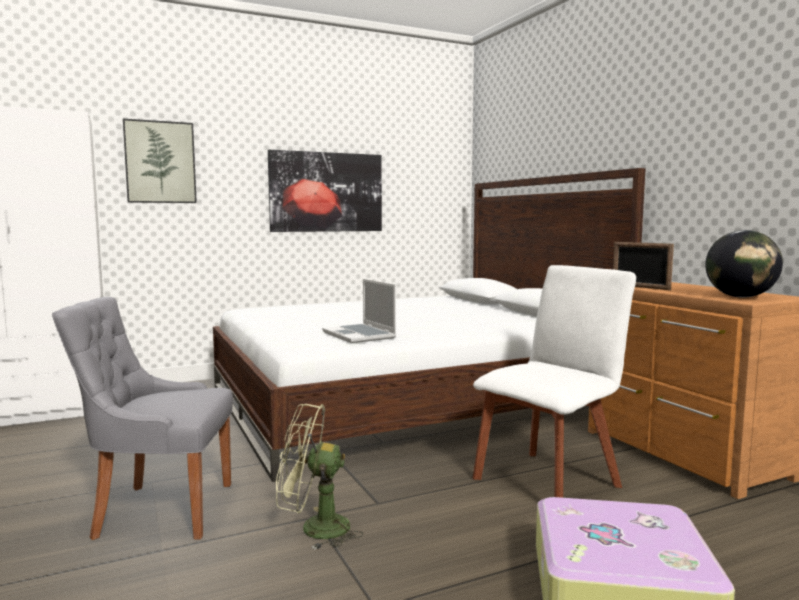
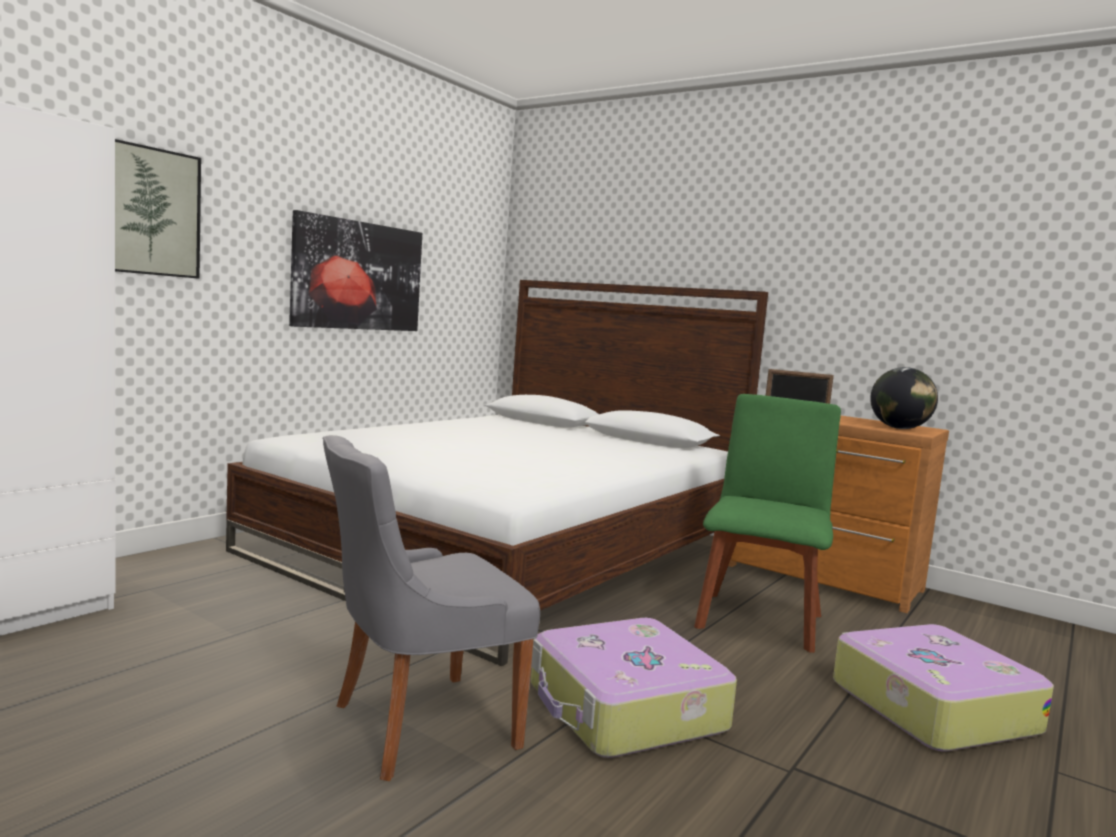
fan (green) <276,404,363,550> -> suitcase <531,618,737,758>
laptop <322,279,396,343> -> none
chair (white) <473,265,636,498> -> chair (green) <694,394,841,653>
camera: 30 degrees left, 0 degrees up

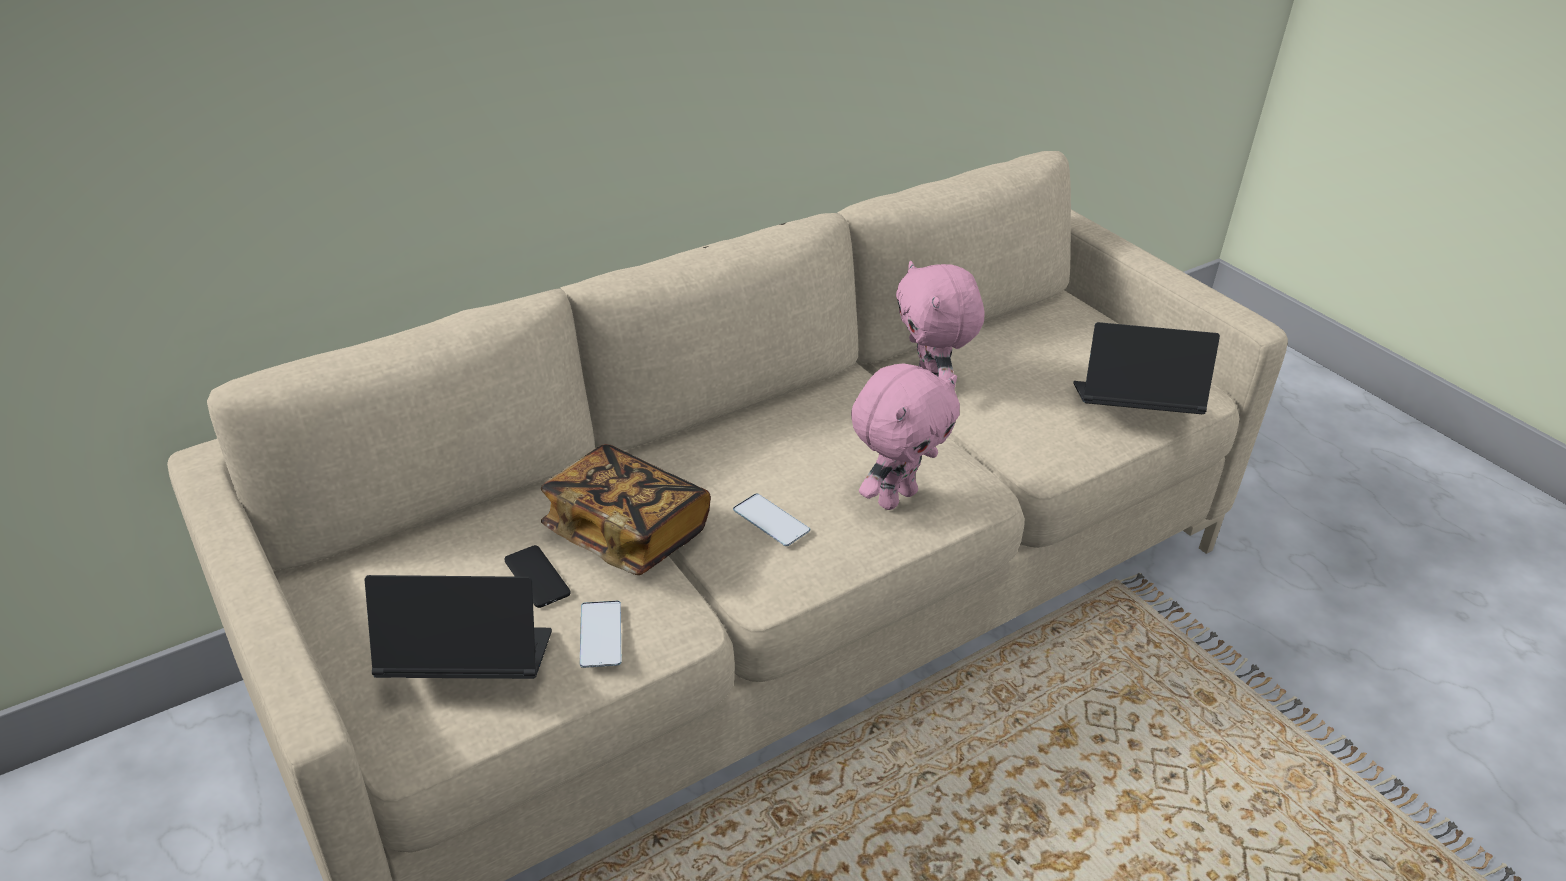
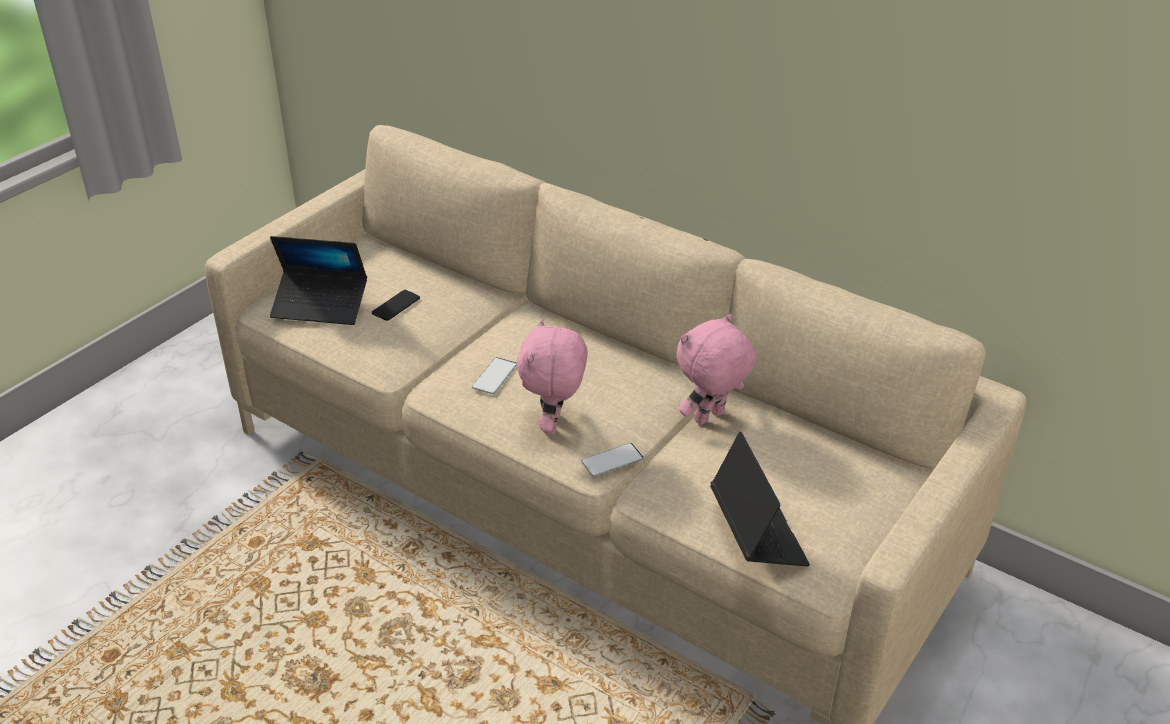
laptop <365,575,552,679> -> laptop <270,236,367,325>, 120 degrees clockwise
book <541,444,711,575> -> none
phone <580,601,621,668> -> phone <581,443,644,477>, move
plush toy (pink) <851,364,960,510> -> plush toy (pink) <517,318,588,435>, 75 degrees clockwise
camera: 70 degrees right, 0 degrees up

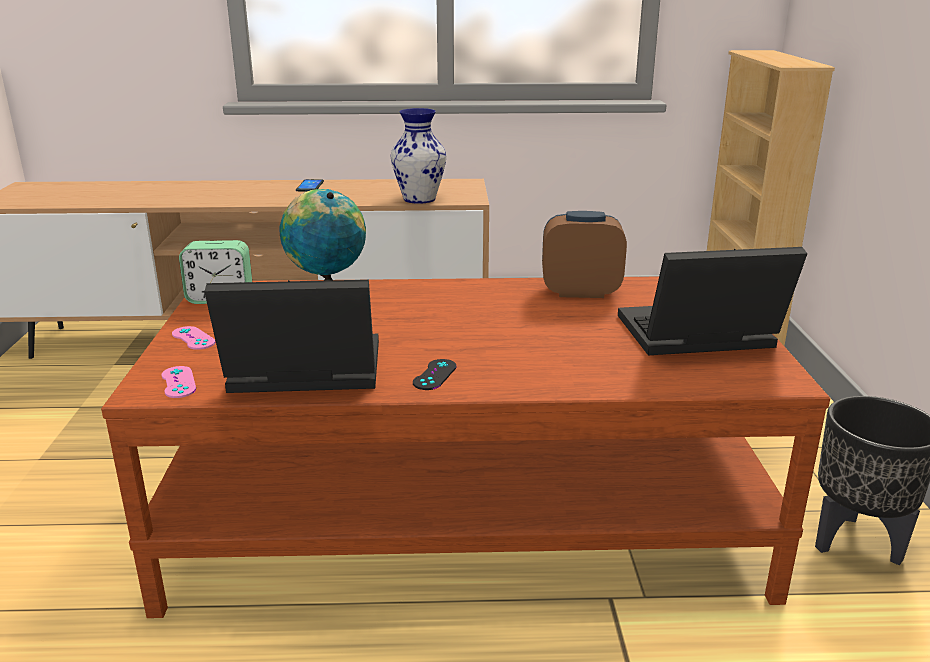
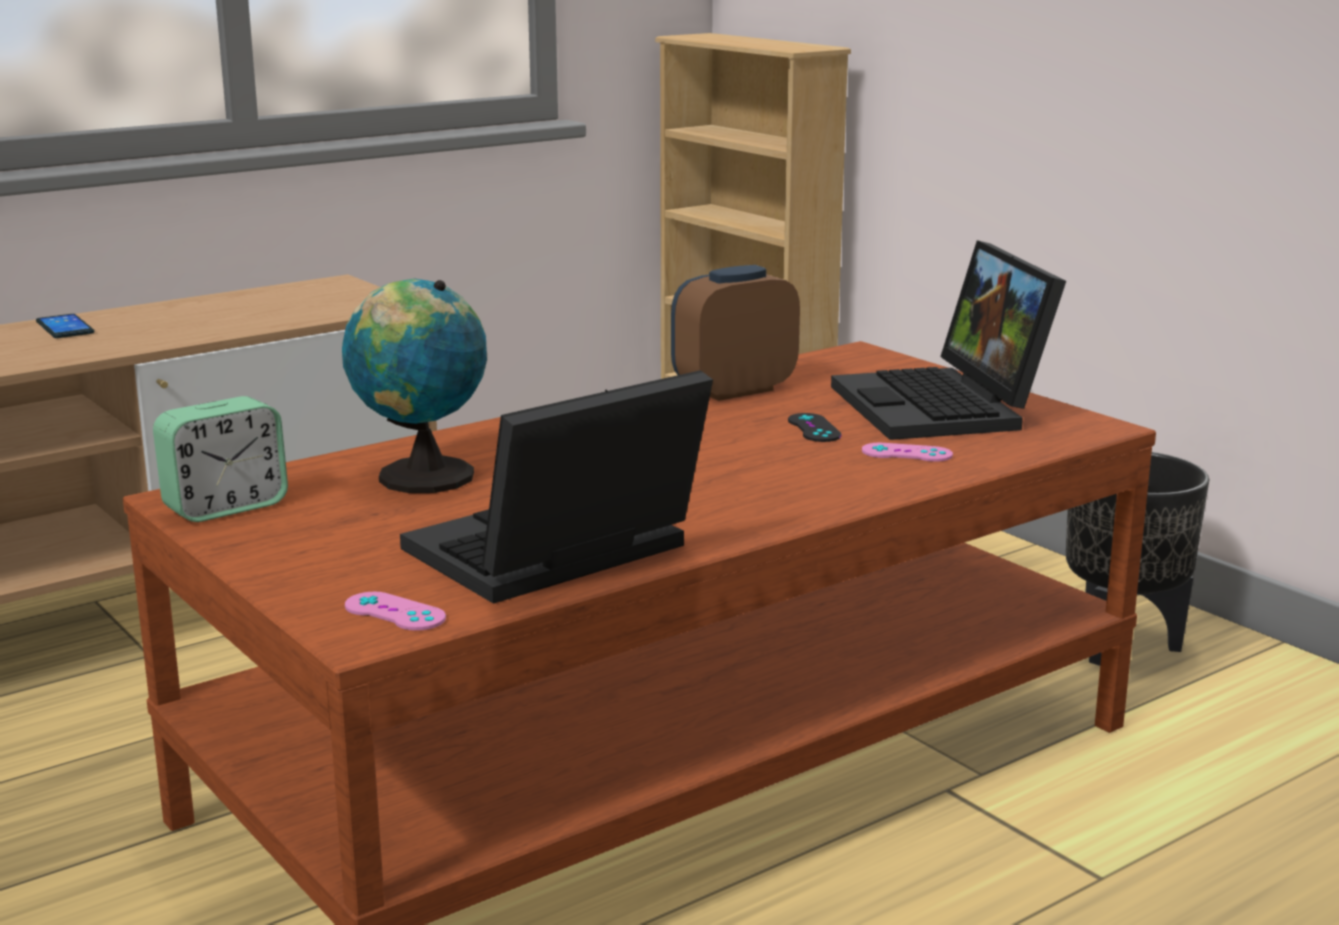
game controller (pink) <172,326,215,350> -> game controller (pink) <862,443,953,462>, move
vase <391,108,447,204> -> none
game controller (black) <413,359,457,390> -> game controller (black) <788,413,841,442>, move
laptop <618,247,808,355> -> laptop <831,240,1066,440>, 60 degrees counterclockwise
camera: 35 degrees left, 5 degrees down

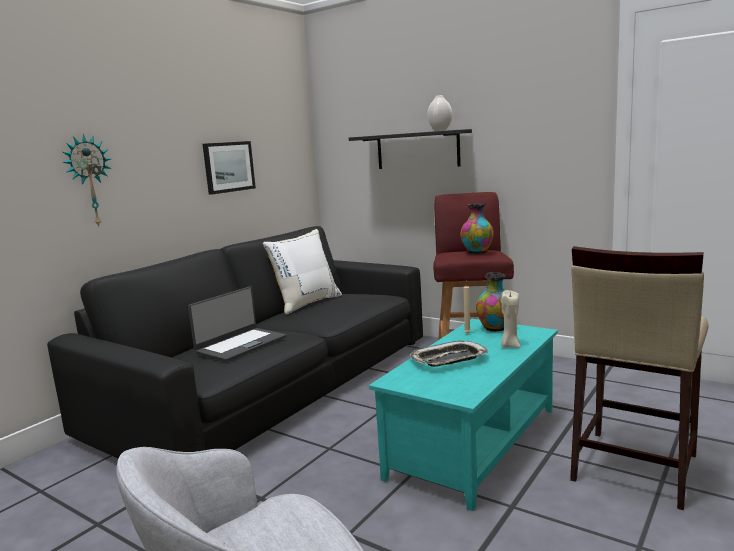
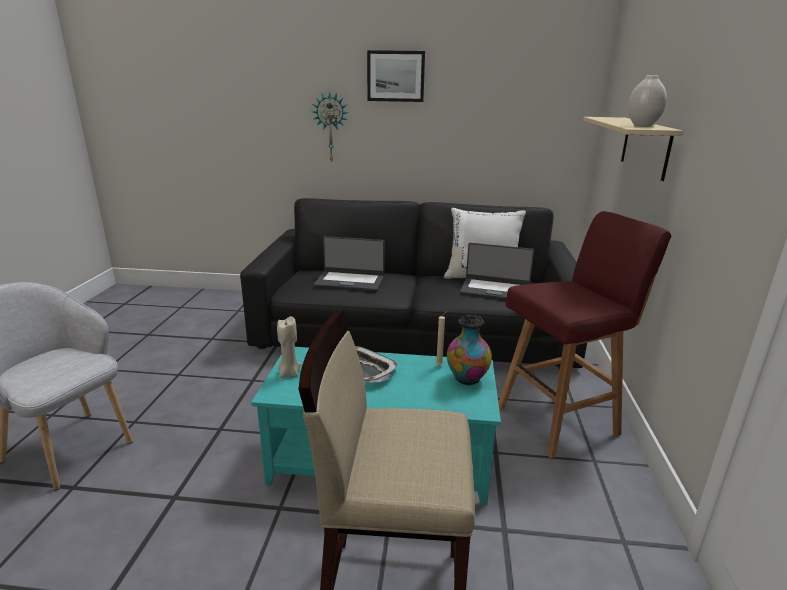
picture <202,141,256,195> -> picture <367,50,425,102>, move
shelf (black) <349,129,472,169> -> shelf (beige) <583,117,683,181>
vase <461,203,493,254> -> none
candle (beige) <501,290,520,348> -> candle (beige) <277,316,302,378>, move
none -> laptop <460,243,534,299>
camera: 60 degrees right, 10 degrees up

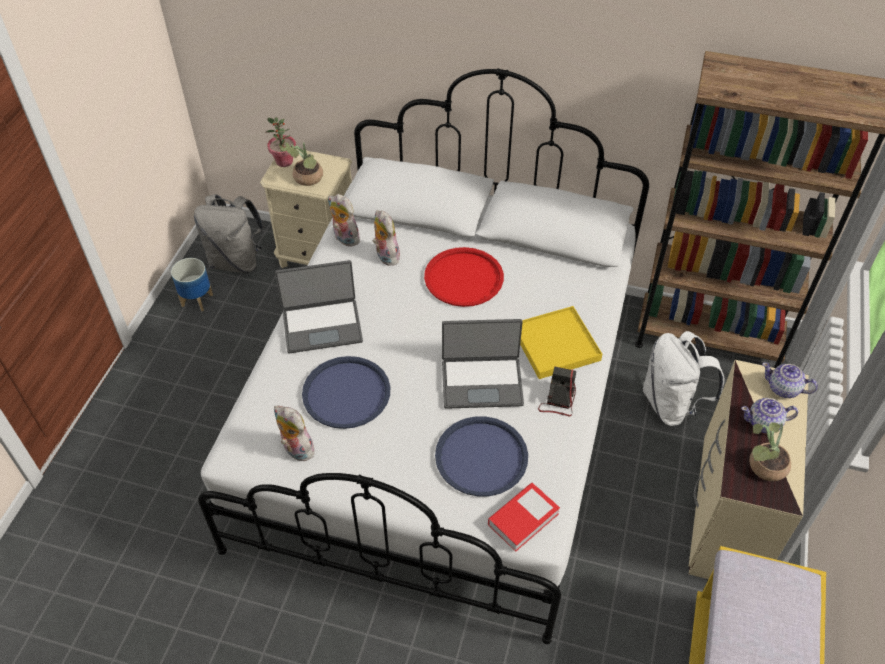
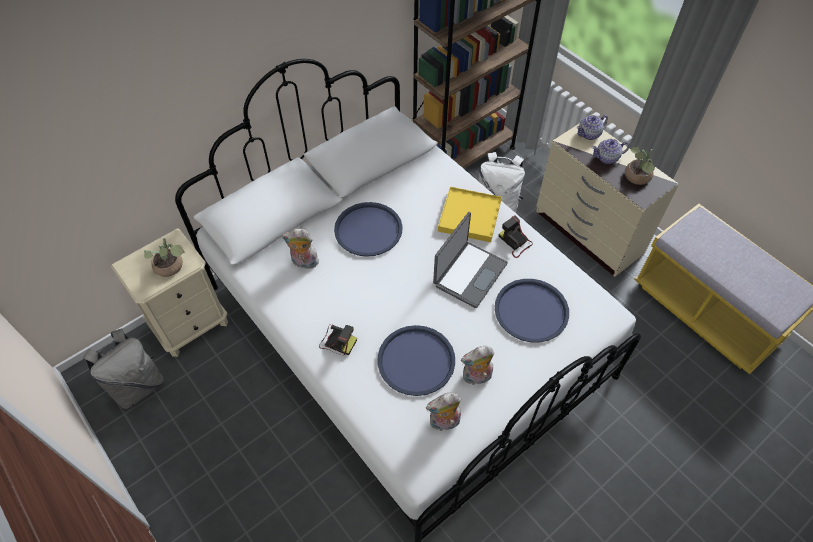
planter <171,258,213,311> -> none
potted plant <266,117,296,167> -> none
laptop <275,260,363,353> -> photo camera <319,324,357,355>
plush toy <328,194,360,247> -> plush toy <461,346,495,385>, move
tray (red) <424,247,504,307> -> tray (blue) <334,202,403,257>
book <488,483,560,552> -> none
teapot <741,398,798,433> -> teapot <592,139,630,164>, 45 degrees clockwise
camera: 55 degrees left, 5 degrees up

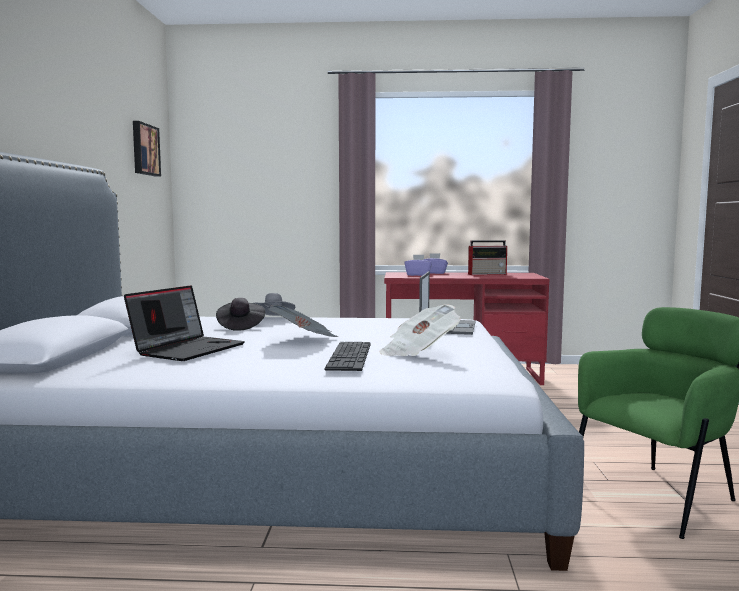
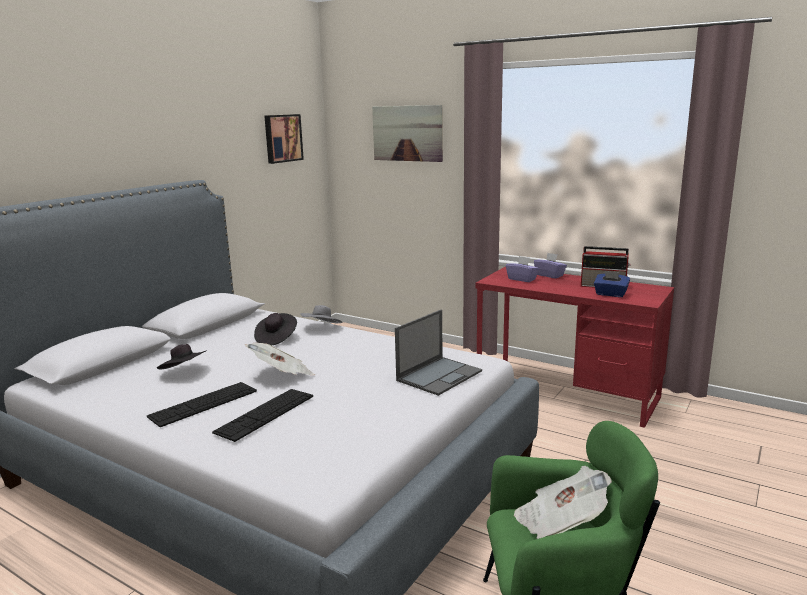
laptop <124,285,245,361> -> hat (black) <157,344,207,369>
newspaper <379,304,461,356> -> newspaper <514,466,612,539>, move
none -> keyboard <147,382,257,427>
none -> picture <372,105,443,162>
none -> tissue box (blue) <594,271,630,297>
camera: 30 degrees right, 10 degrees up

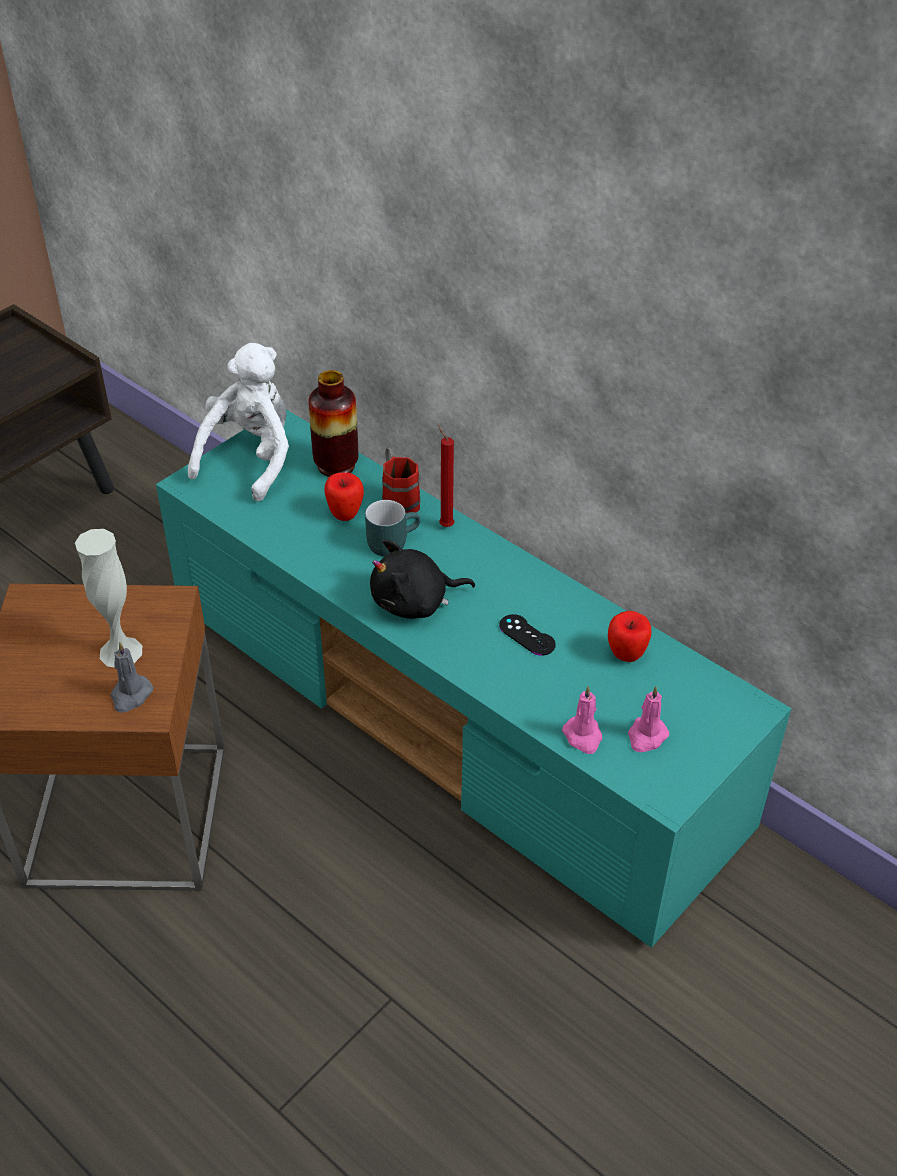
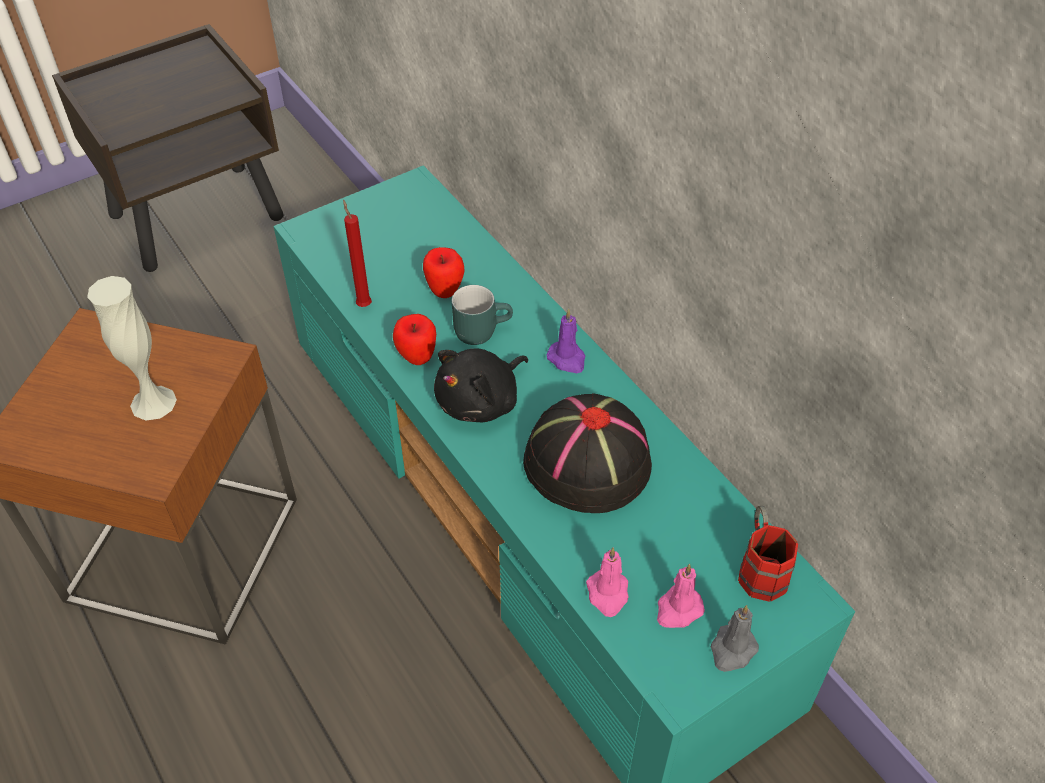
candle (grey) <111,642,153,713> -> candle (grey) <711,605,759,672>, move
plush toy (white) <188,343,289,502> -> none
vase <308,370,358,477> -> none
plush toy (black) <370,539,475,619> -> plush toy (black) <434,348,528,422>, 45 degrees counterclockwise
mug (red) <382,447,420,513> -> mug (red) <738,506,798,602>, move
candle (red) <438,425,454,527> -> candle (red) <343,200,372,307>, move
game controller (black) <499,614,556,656> -> hat (black) <523,393,652,513>
apple <608,611,651,662> -> apple <393,314,436,365>, move
none -> candle (purple) <547,309,586,373>
camera: 15 degrees right, 5 degrees up

